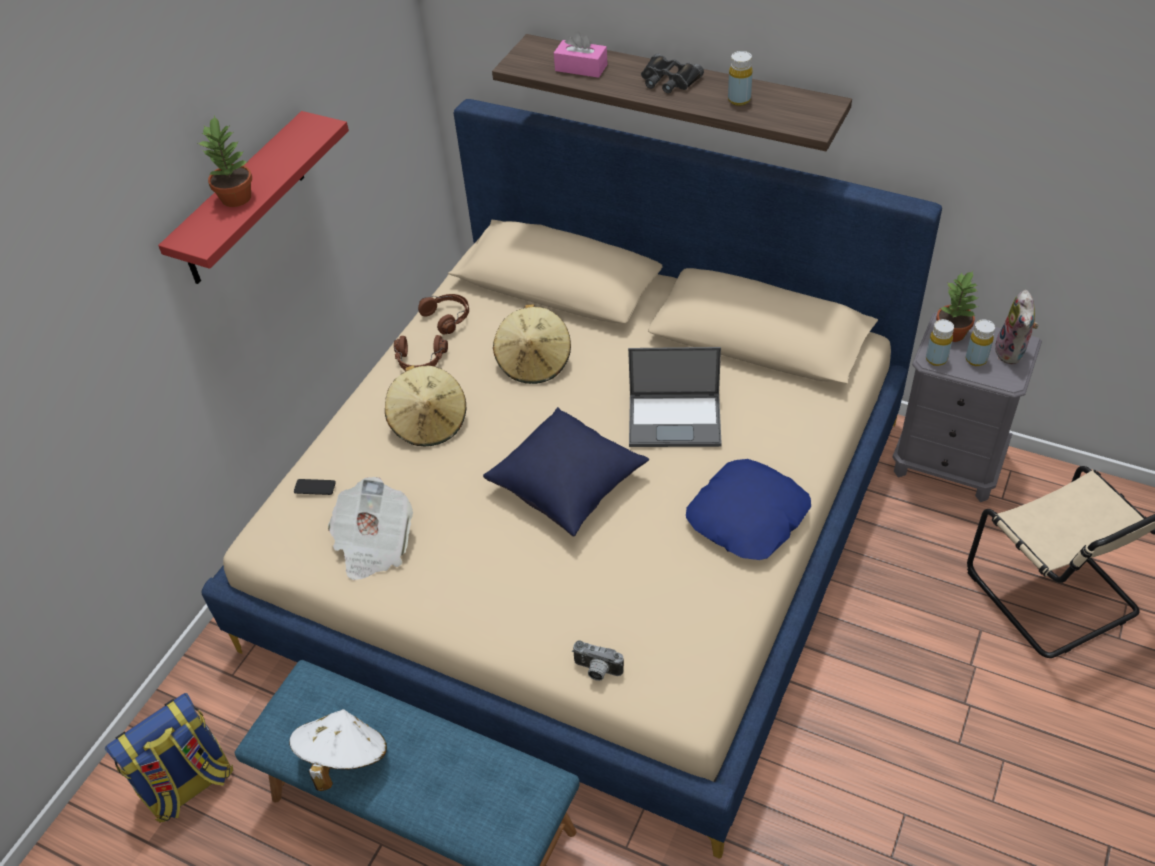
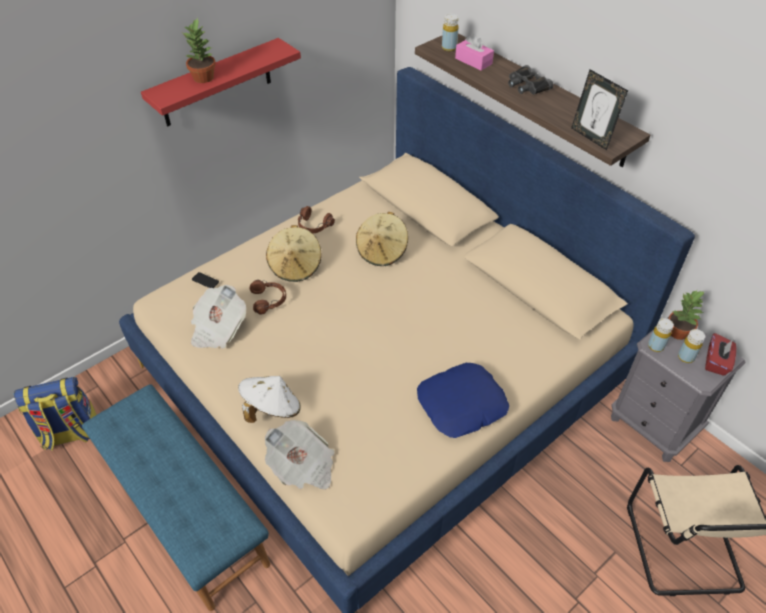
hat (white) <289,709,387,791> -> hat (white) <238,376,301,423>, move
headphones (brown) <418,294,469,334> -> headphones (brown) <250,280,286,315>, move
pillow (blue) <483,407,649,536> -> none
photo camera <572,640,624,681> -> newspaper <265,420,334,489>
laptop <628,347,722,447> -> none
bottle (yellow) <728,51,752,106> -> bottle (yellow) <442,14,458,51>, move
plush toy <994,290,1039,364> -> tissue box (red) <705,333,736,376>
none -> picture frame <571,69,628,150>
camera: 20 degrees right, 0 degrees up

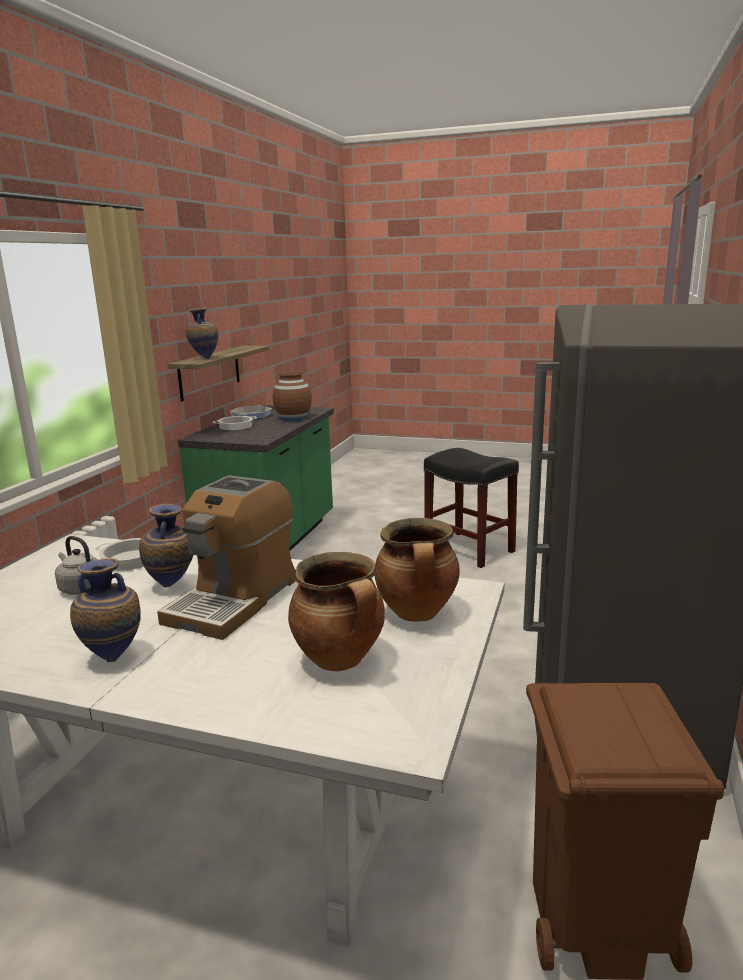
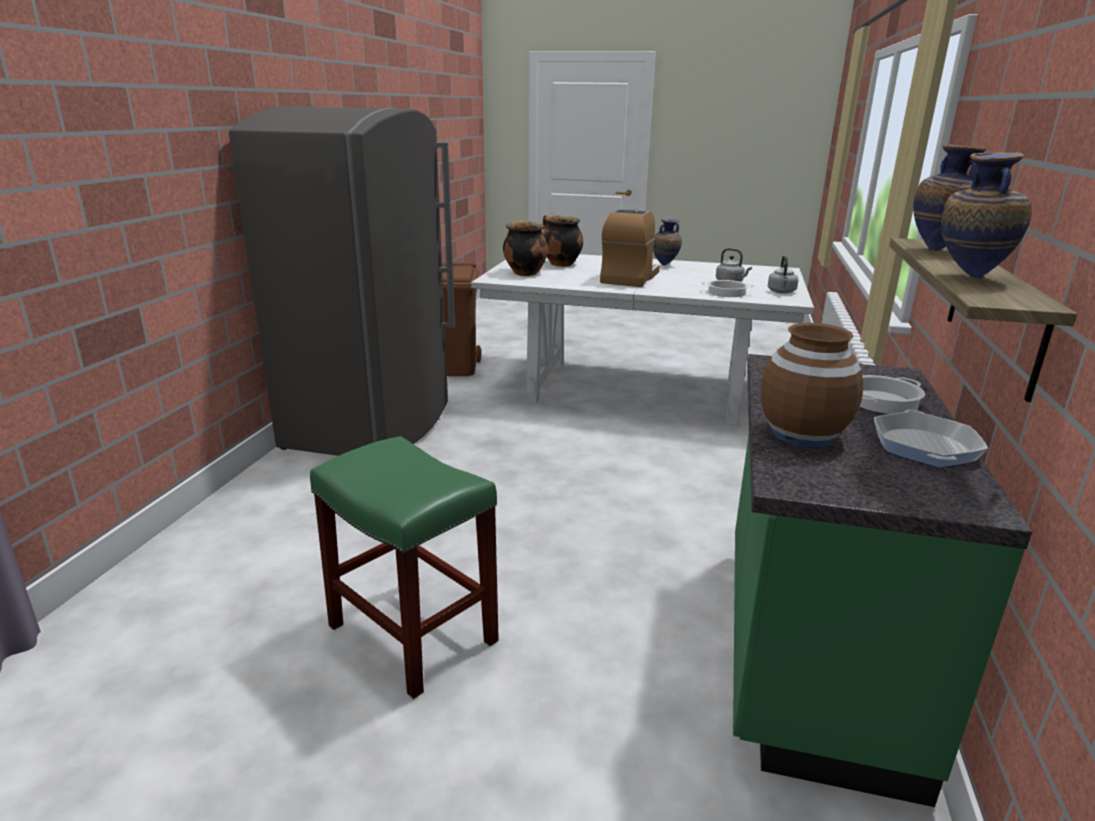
vase <139,504,193,587> -> vase <941,152,1032,279>, move
stool (black) <424,448,519,568> -> stool (green) <310,436,499,699>
none -> kettle (grey) <768,255,799,294>
camera: 175 degrees right, 5 degrees up

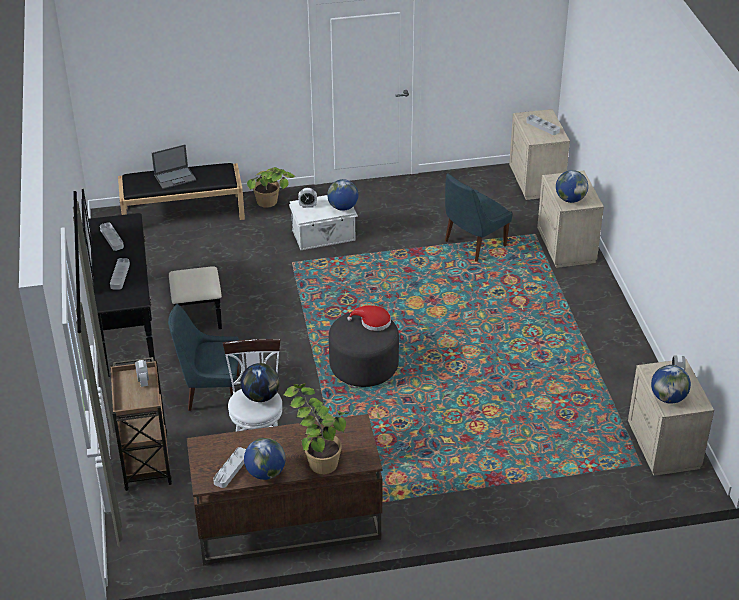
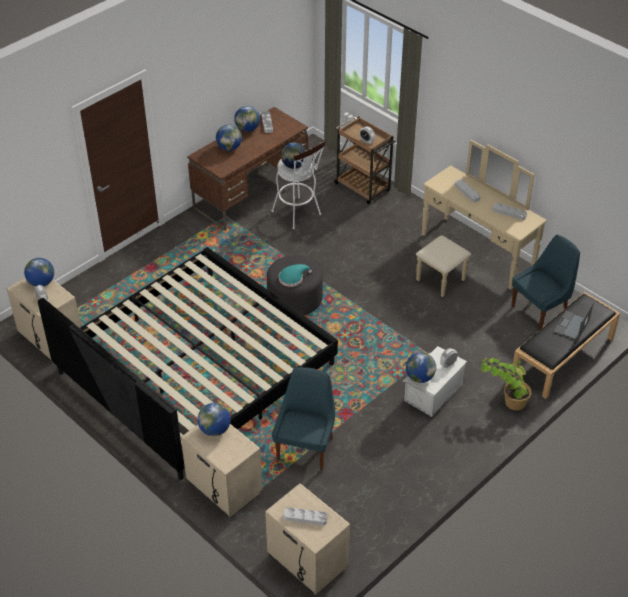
dresser (black) <82,189,222,377> -> dresser (beige) <416,140,547,297>
chair (blue) <168,304,239,411> -> chair (blue) <511,235,580,330>, move
potted plant <283,383,349,474> -> globe <216,125,242,151>
hat (red) <347,306,391,331> -> hat (turquoise) <279,264,312,287>
none -> bed <38,247,338,480>
camera: 145 degrees right, 5 degrees up

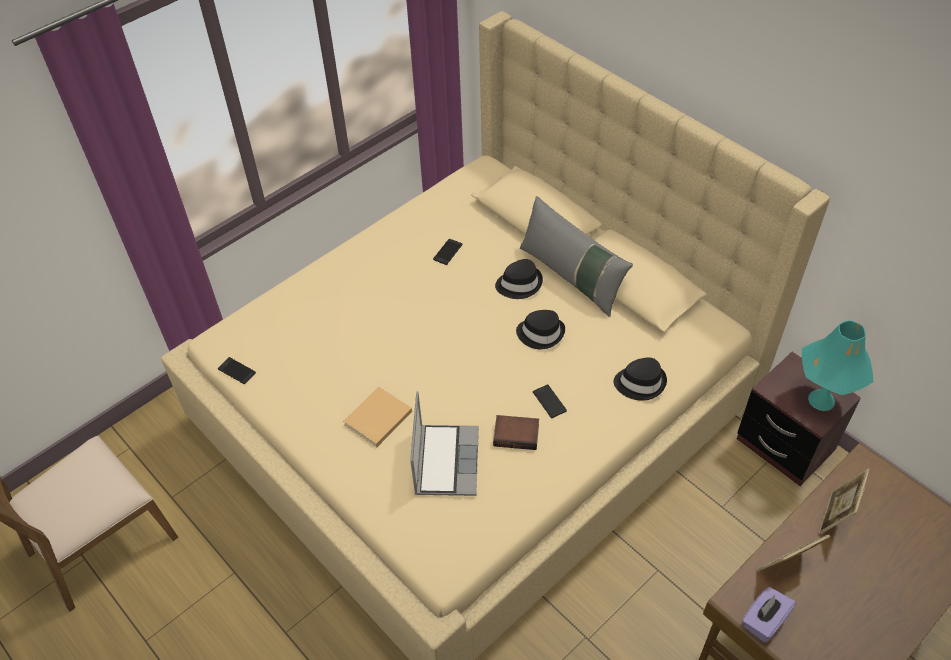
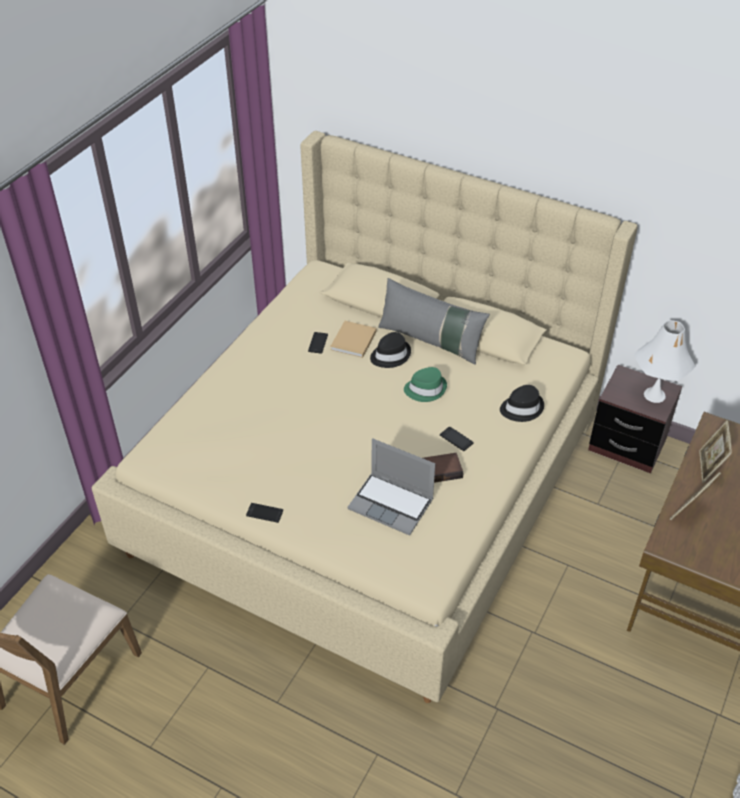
phone <218,357,256,384> -> phone <246,503,283,523>, move
book (beige) <343,387,412,447> -> book (beige) <330,321,377,358>, move
laptop <410,391,479,496> -> laptop <347,438,435,536>, 135 degrees clockwise
hat (black) <516,310,565,349> -> hat (green) <404,367,447,402>
tissue box (purple) <742,587,796,643> -> none
table lamp (turquoise) <802,320,873,411> -> table lamp (white) <634,320,696,403>
camera: 20 degrees left, 5 degrees down

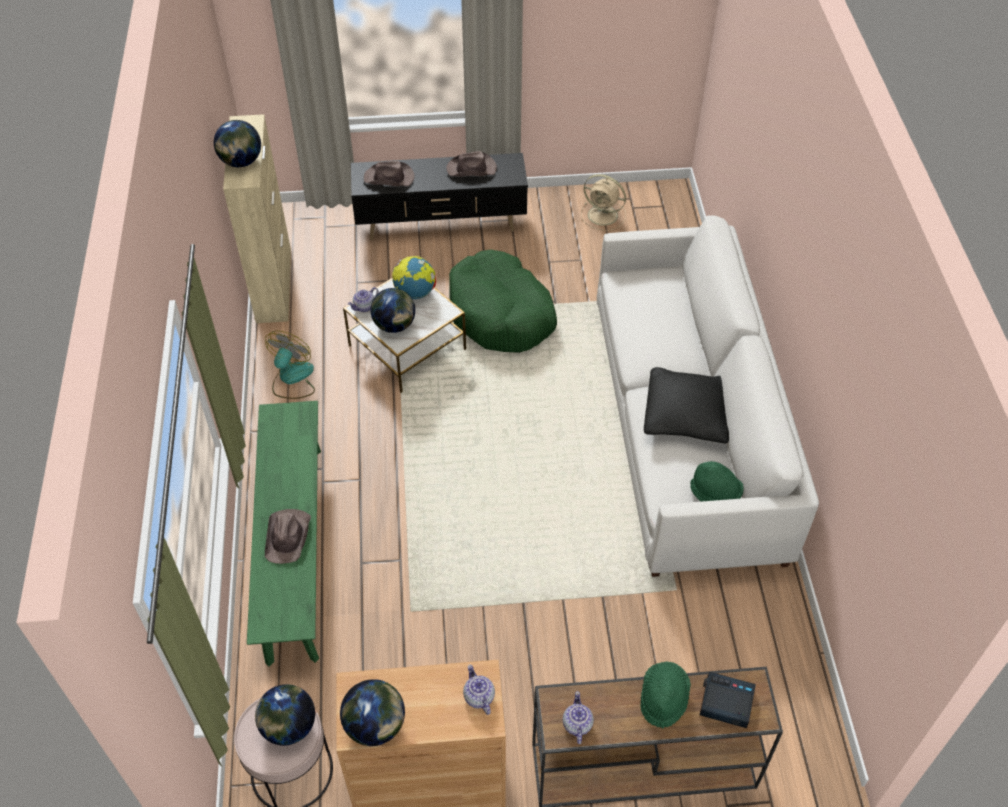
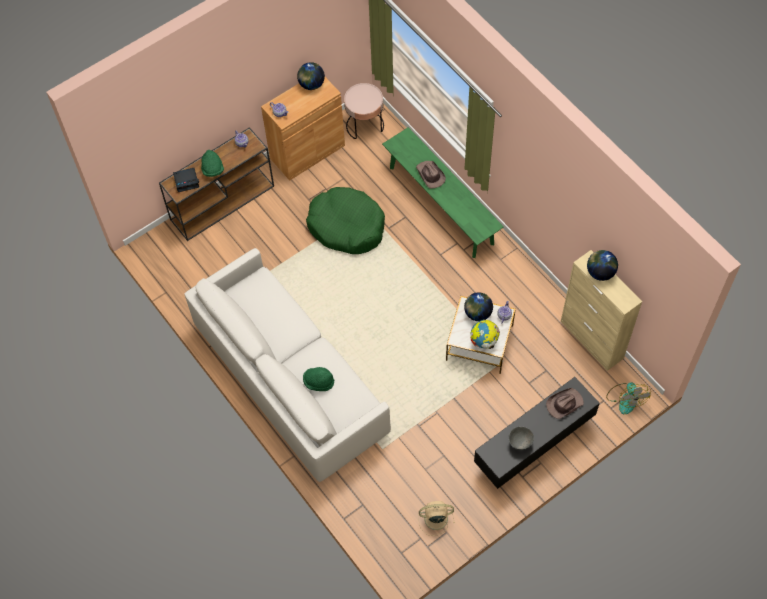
globe <255,684,315,746> -> none
fan <265,331,315,399> -> fan <606,382,651,414>, move
hat (brown) <446,151,497,177> -> bowl (grey) <509,427,534,450>
dog bed (green) <449,250,557,353> -> dog bed (green) <306,187,385,254>, move
pillow (black) <644,367,729,444> -> none
hat (green) <690,461,744,502> -> hat (green) <303,367,334,391>, move
camera: 150 degrees right, 10 degrees up

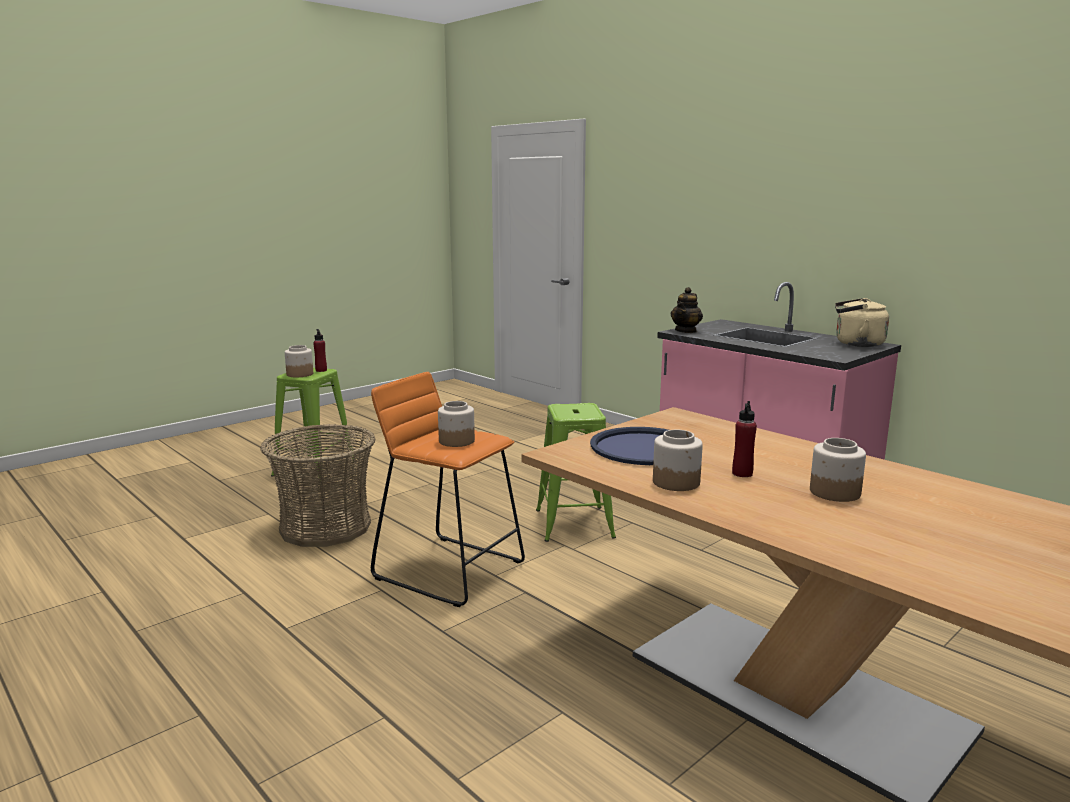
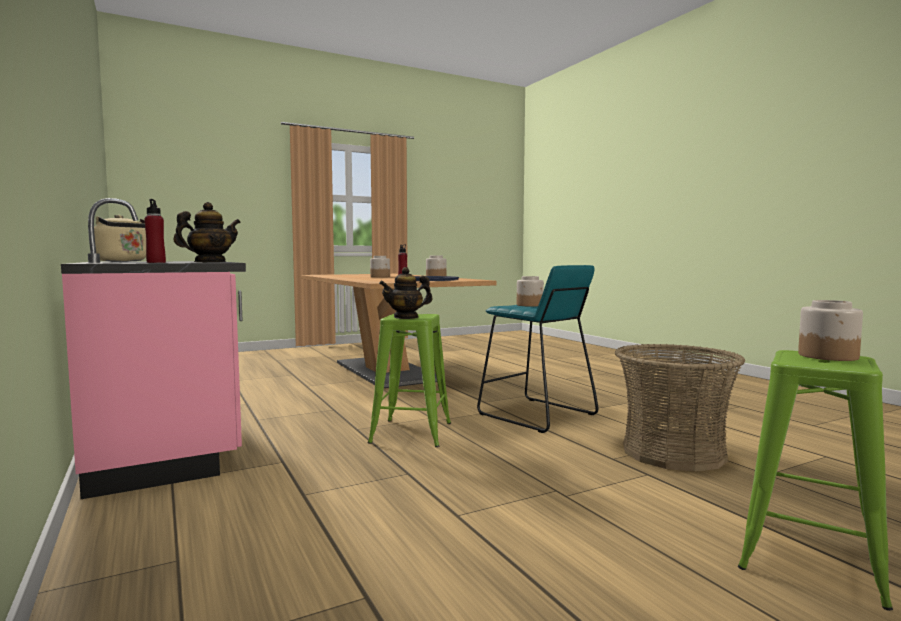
bottle (red) <313,329,327,372> -> bottle (red) <144,199,166,263>, move
stool (orange) <371,372,525,607> -> stool (turquoise) <477,265,598,433>
none -> teapot <379,267,432,319>
camera: 165 degrees left, 10 degrees down

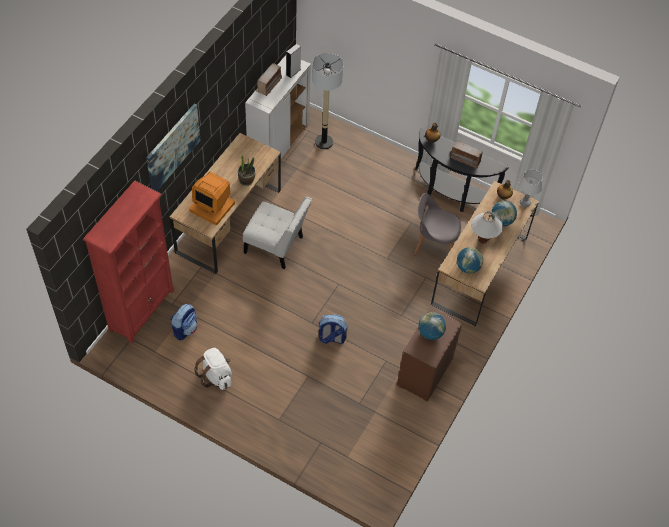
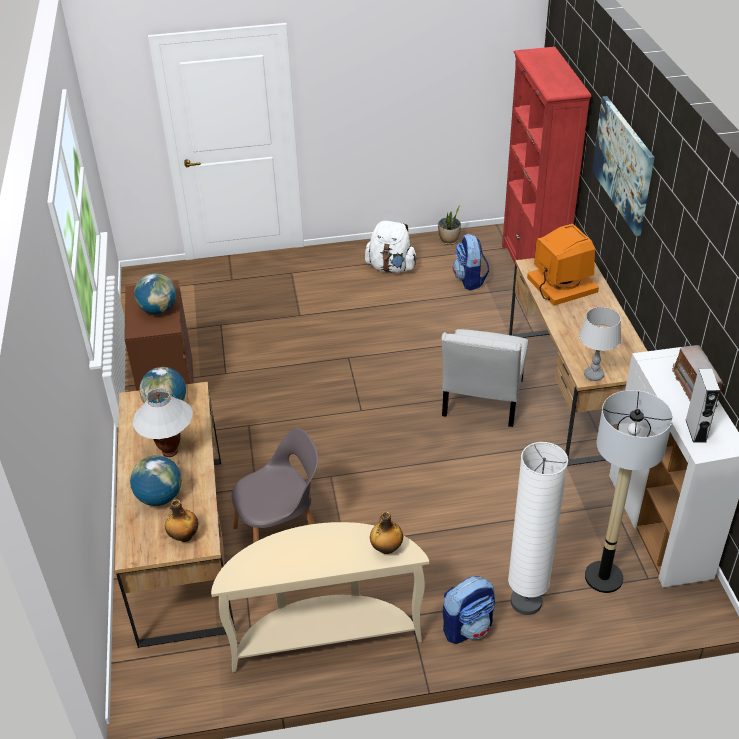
monitor <189,172,235,225> -> monitor <527,224,599,306>, 75 degrees clockwise
potted plant <238,155,256,186> -> potted plant <438,205,461,245>, move
chair (white) <243,197,312,269> -> chair (white) <442,329,528,427>, 60 degrees counterclockwise
backpack <318,314,347,344> -> backpack <443,576,495,644>, move
console table (black) <415,127,509,212> -> console table (beige) <211,522,429,672>
radio <449,140,483,169> -> none
table lamp (grey) <519,170,543,207> -> table lamp (grey) <579,307,621,381>, move
none -> floor lamp (white) <508,442,568,615>
camera: 145 degrees right, 15 degrees down

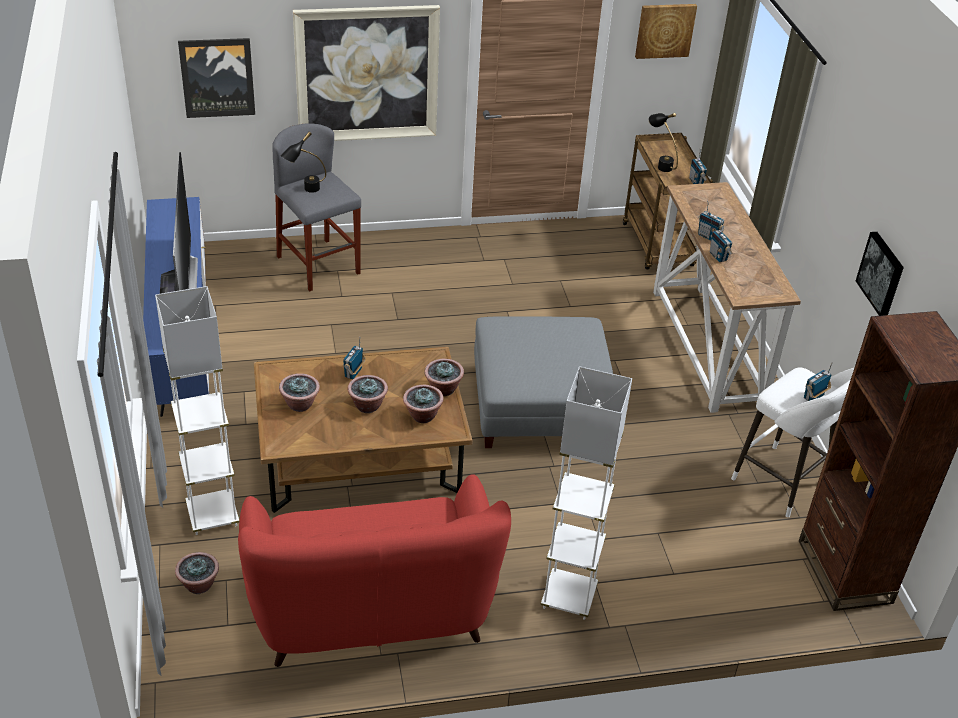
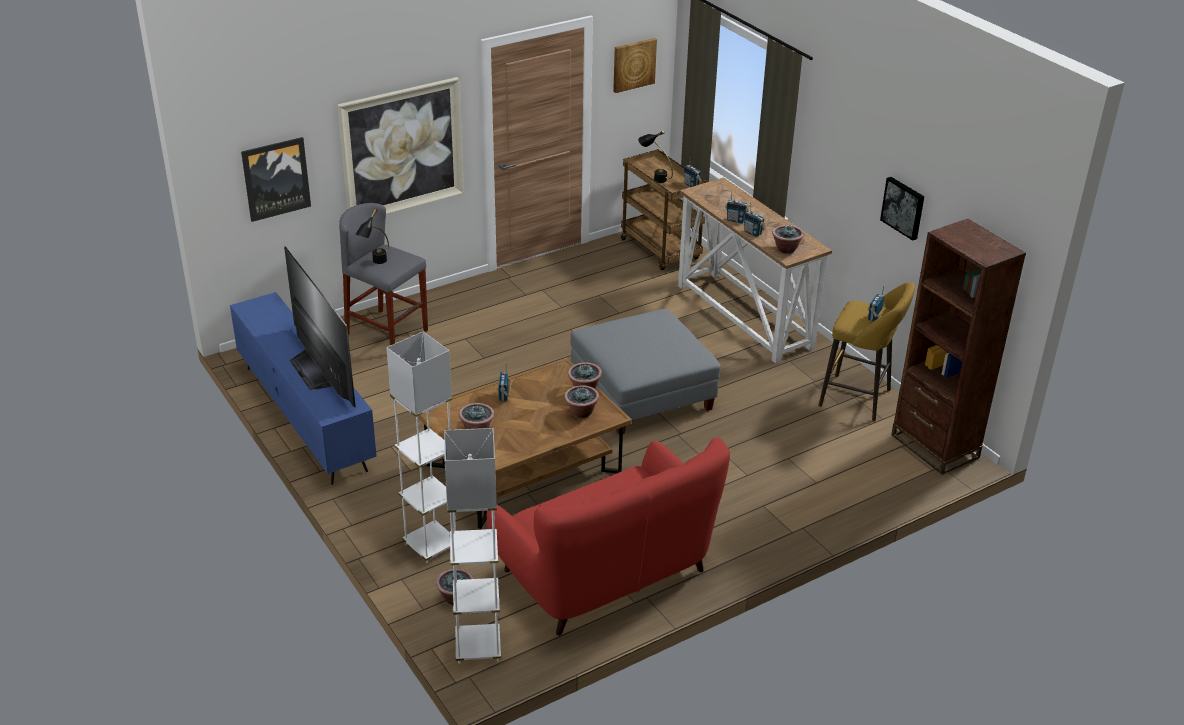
potted plant <347,375,388,413> -> potted plant <772,225,804,254>, move
floor lamp (white) <541,366,632,620> -> floor lamp (white) <444,428,501,664>, move
stool (white) <731,367,855,517> -> stool (yellow) <818,282,915,421>
camera: 20 degrees left, 5 degrees down

